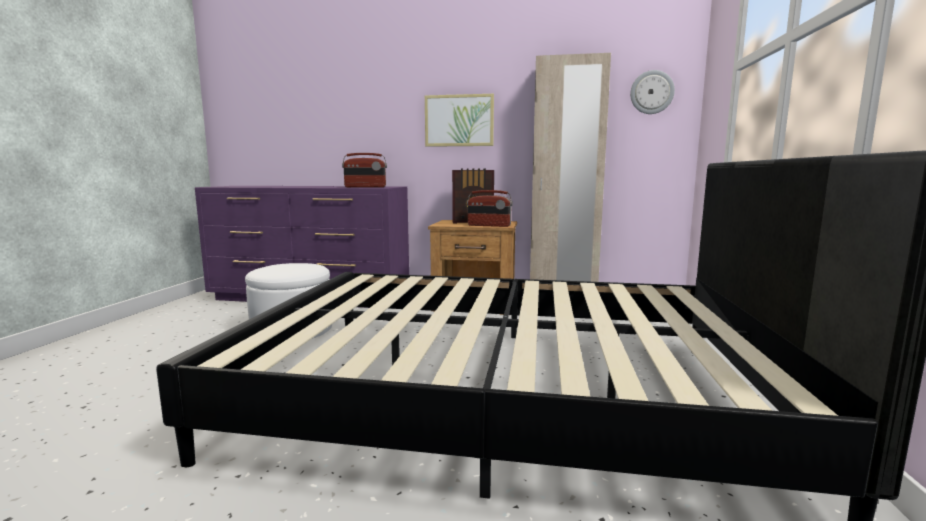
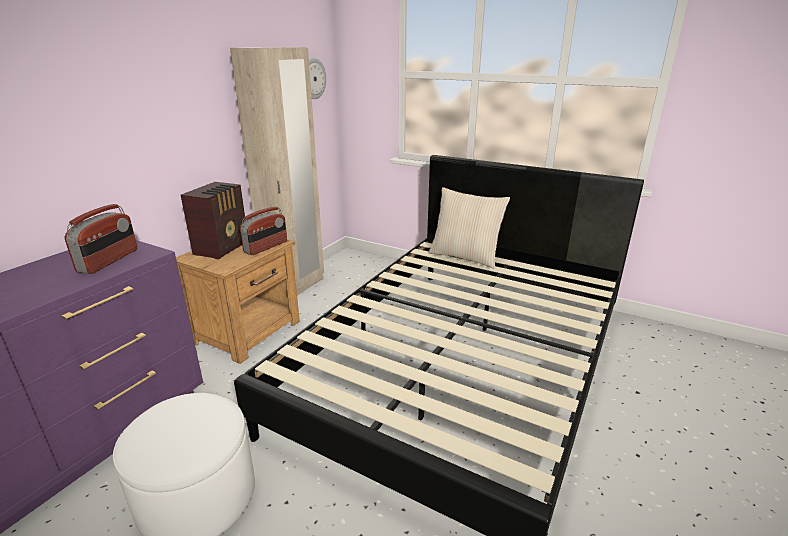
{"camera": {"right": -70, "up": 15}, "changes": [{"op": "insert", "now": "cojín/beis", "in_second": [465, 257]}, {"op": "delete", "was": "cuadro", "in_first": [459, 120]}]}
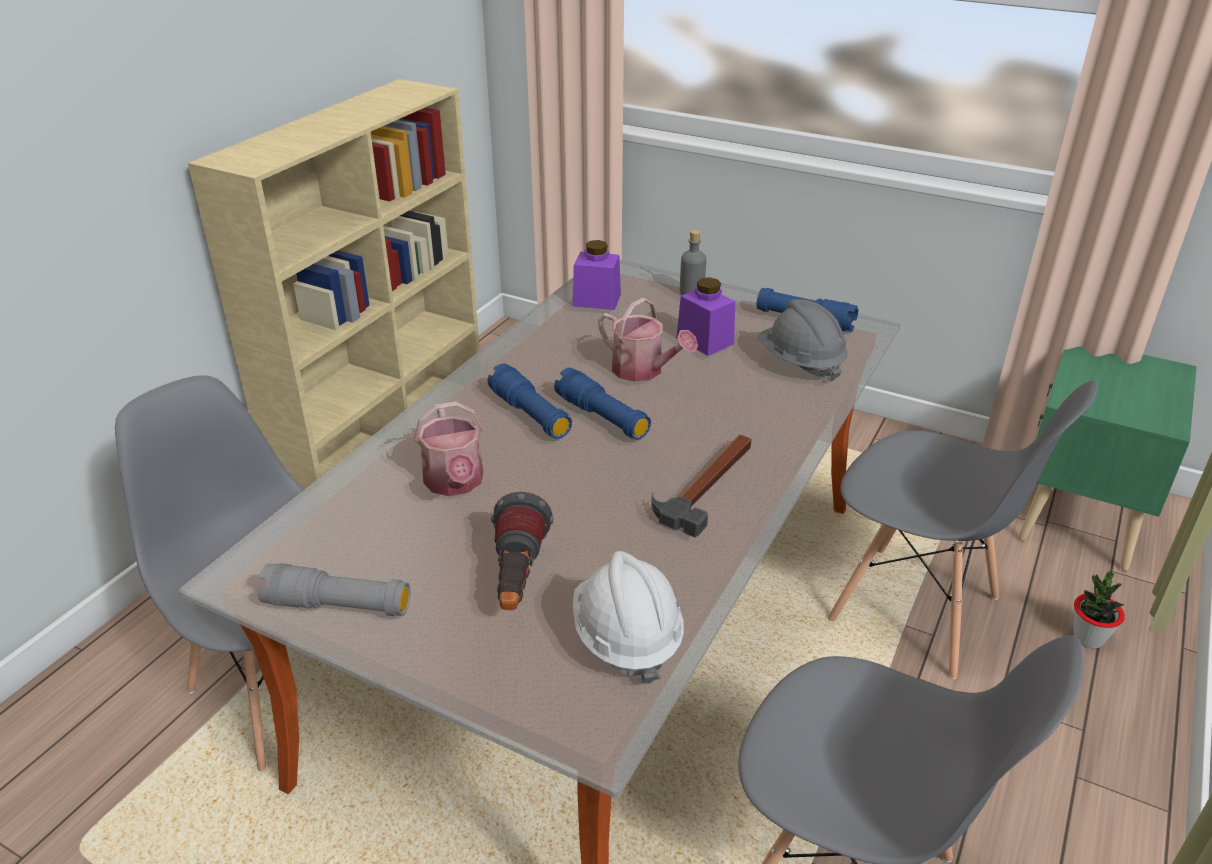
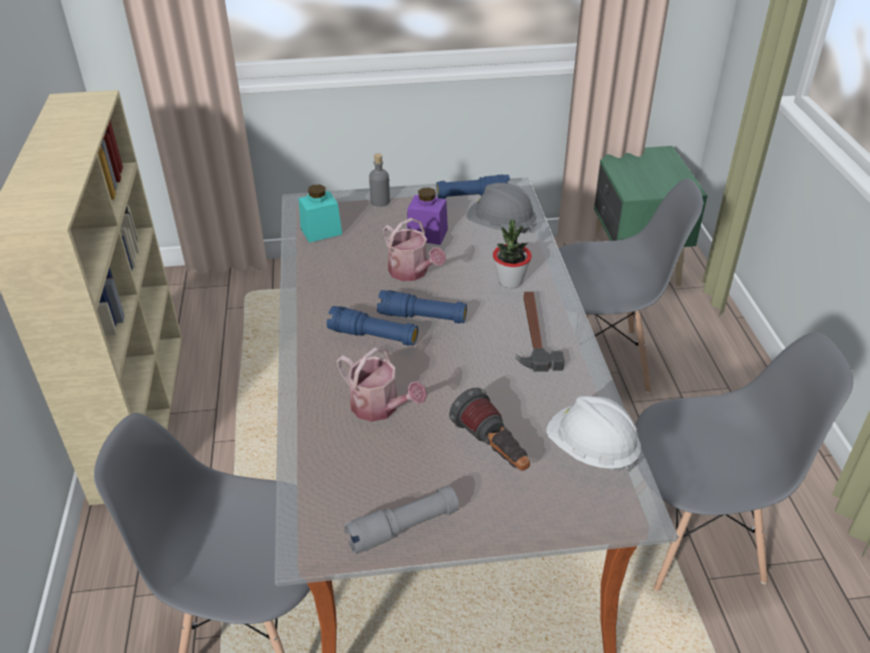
{"camera": {"right": -35, "up": 5}, "changes": [{"op": "recolor", "was": "tarro/morado", "now": "tarro/turquesa", "in_first": [596, 300], "in_second": [321, 231]}, {"op": "rotate", "was": "regadera", "in_first": [643, 371], "in_second": [412, 272], "clockwise": 45}, {"op": "move", "was": "planta en maceta", "in_first": [1087, 638], "in_second": [510, 281]}]}
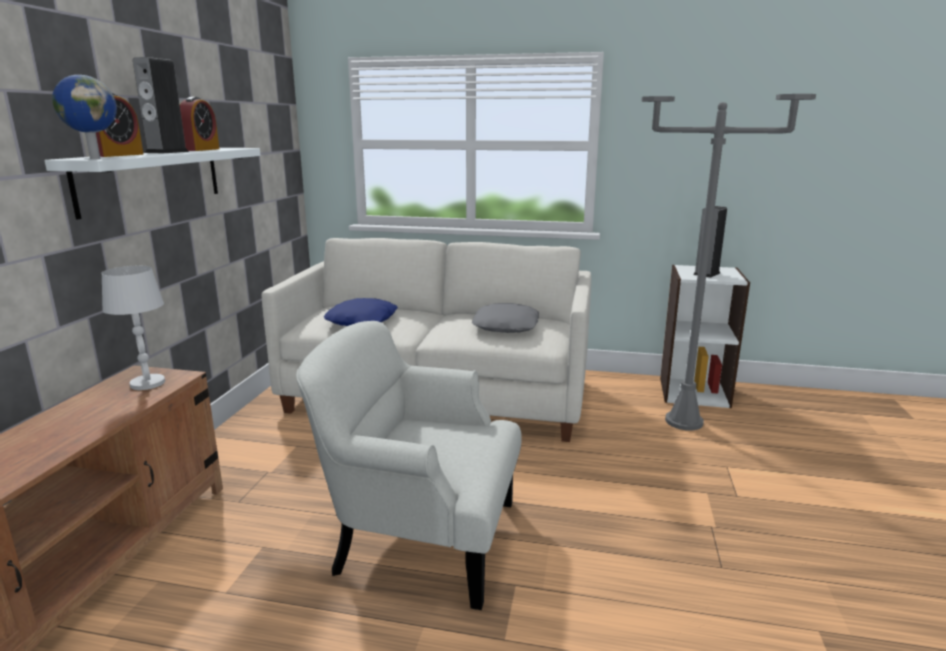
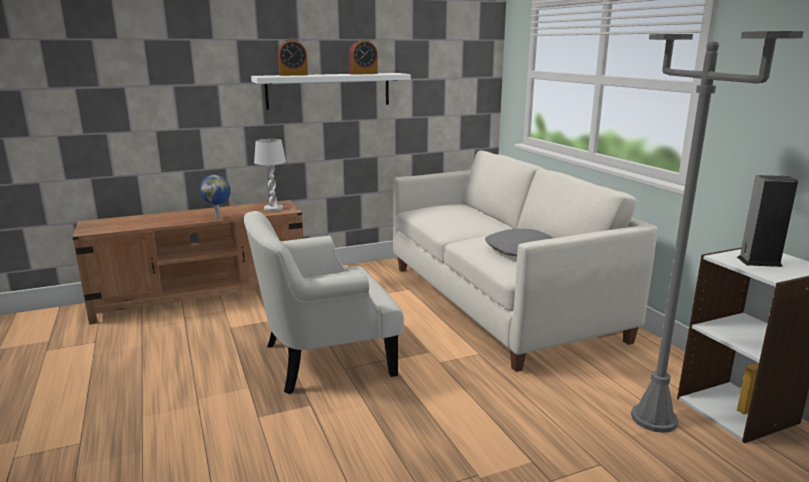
{"camera": {"right": 55, "up": 0}, "changes": [{"op": "move", "was": "globo terráqueo", "in_first": [95, 159], "in_second": [218, 217]}, {"op": "rotate", "was": "sillón/blanco", "in_first": [421, 538], "in_second": [324, 358], "clockwise": -90}, {"op": "delete", "was": "altavoz", "in_first": [167, 152]}, {"op": "delete", "was": "cojín/azul", "in_first": [362, 320]}]}
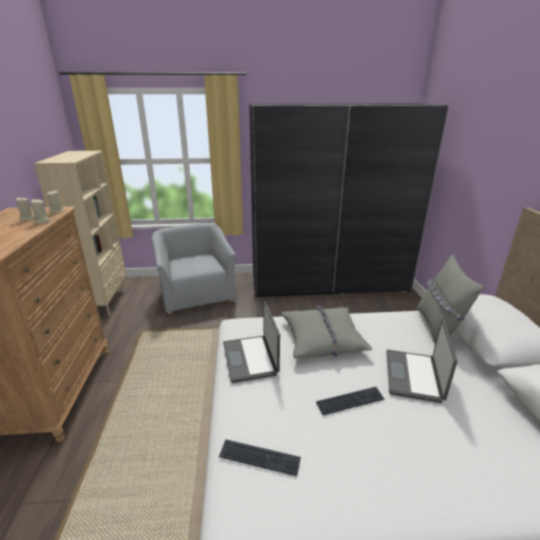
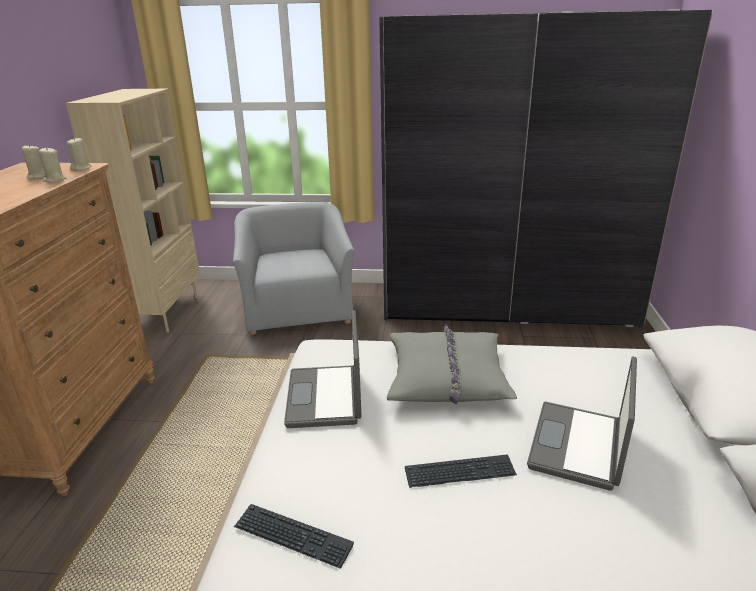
{"camera": {"right": 10, "up": 0}, "changes": [{"op": "delete", "was": "cojín/gris", "in_first": [438, 328]}]}
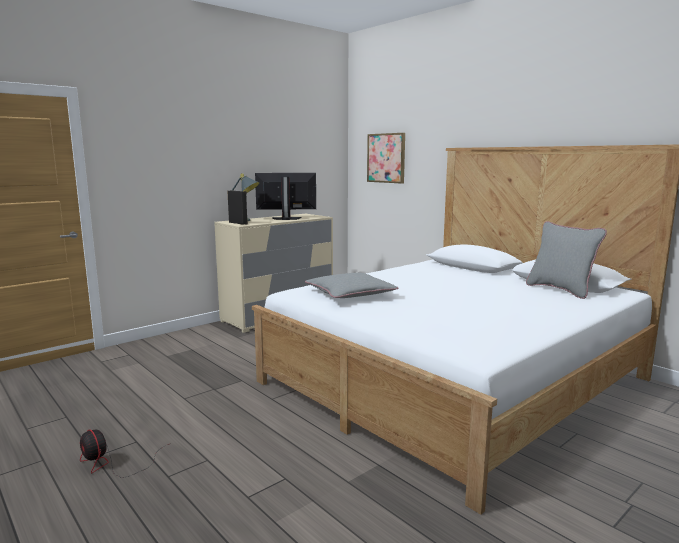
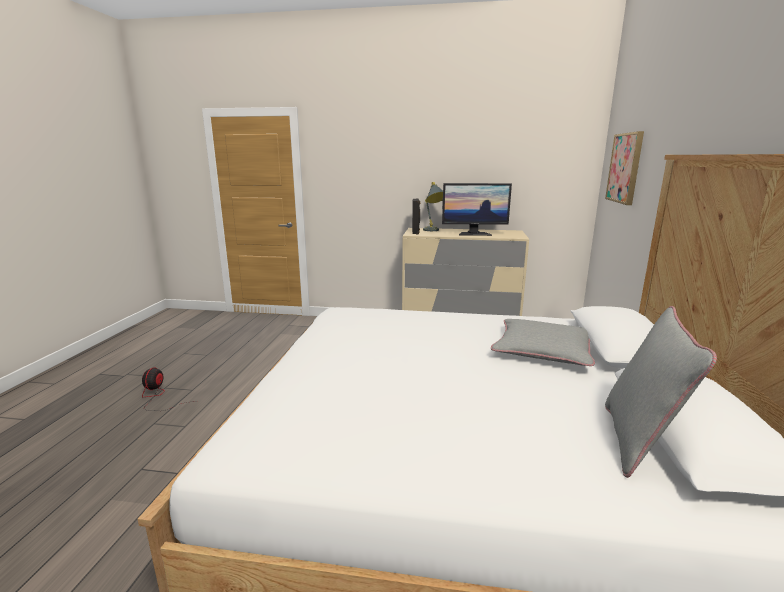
{"camera": {"right": 50, "up": 5}, "changes": [{"op": "rotate", "was": "monitor", "in_first": [286, 219], "in_second": [474, 234], "clockwise": 135}, {"op": "move", "was": "cojín/gris", "in_first": [350, 293], "in_second": [543, 350]}]}
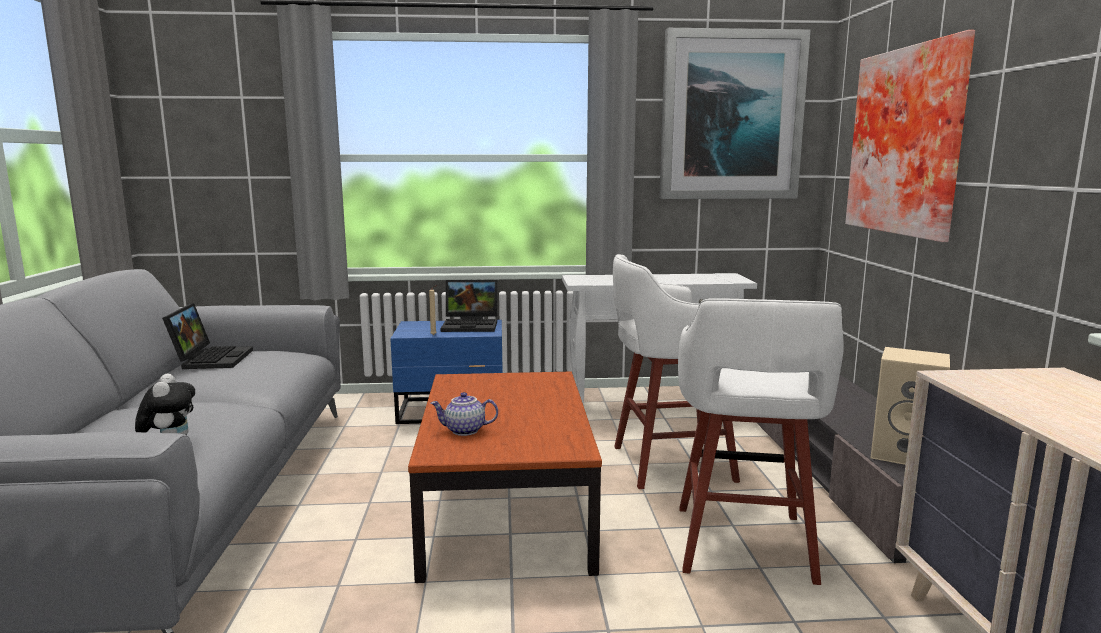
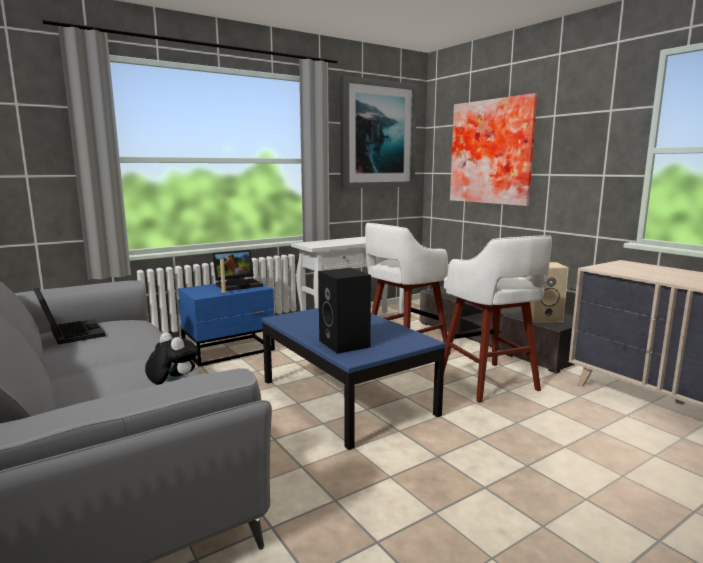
{"camera": {"right": -30, "up": 0}, "changes": [{"op": "recolor", "was": "mesa de centro/marrón", "now": "mesa de centro/azul", "in_first": [505, 509], "in_second": [346, 397]}, {"op": "replace", "was": "tetera", "now": "altavoz/negro", "in_first": [464, 431], "in_second": [345, 344]}]}
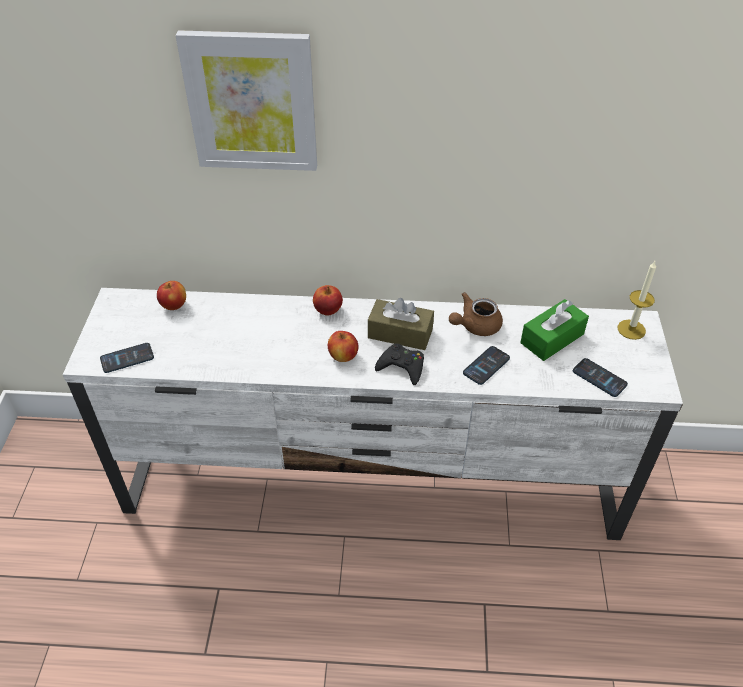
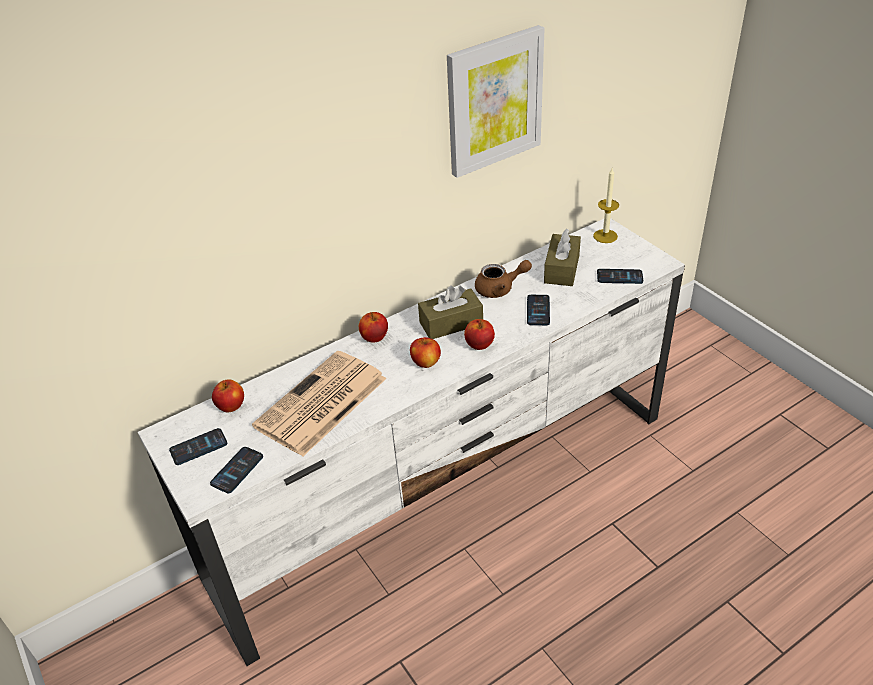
{"camera": {"right": -35, "up": -5}, "changes": [{"op": "insert", "now": "móvil", "in_second": [198, 447]}, {"op": "insert", "now": "periódico", "in_second": [320, 404]}, {"op": "move", "was": "cuadro", "in_first": [252, 102], "in_second": [494, 101]}, {"op": "replace", "was": "mando de consola/negro", "now": "manzana", "in_first": [402, 367], "in_second": [479, 345]}, {"op": "rotate", "was": "tetera/marrón", "in_first": [475, 326], "in_second": [500, 289], "clockwise": -120}, {"op": "recolor", "was": "caja de pañuelos/verde", "now": "caja de pañuelos/marrón", "in_first": [552, 338], "in_second": [561, 269]}]}
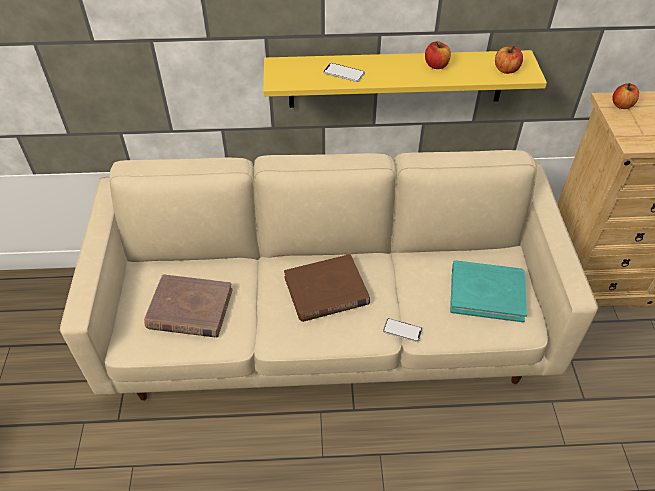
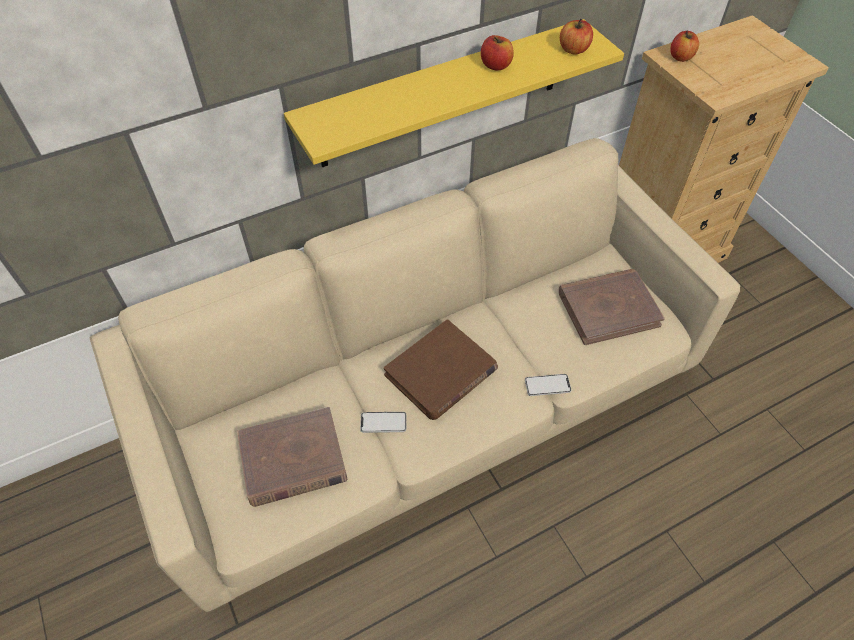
{"camera": {"right": -25, "up": 5}, "changes": [{"op": "move", "was": "móvil", "in_first": [344, 73], "in_second": [383, 422]}, {"op": "recolor", "was": "libro/turquesa", "now": "libro/marrón", "in_first": [487, 293], "in_second": [608, 308]}]}
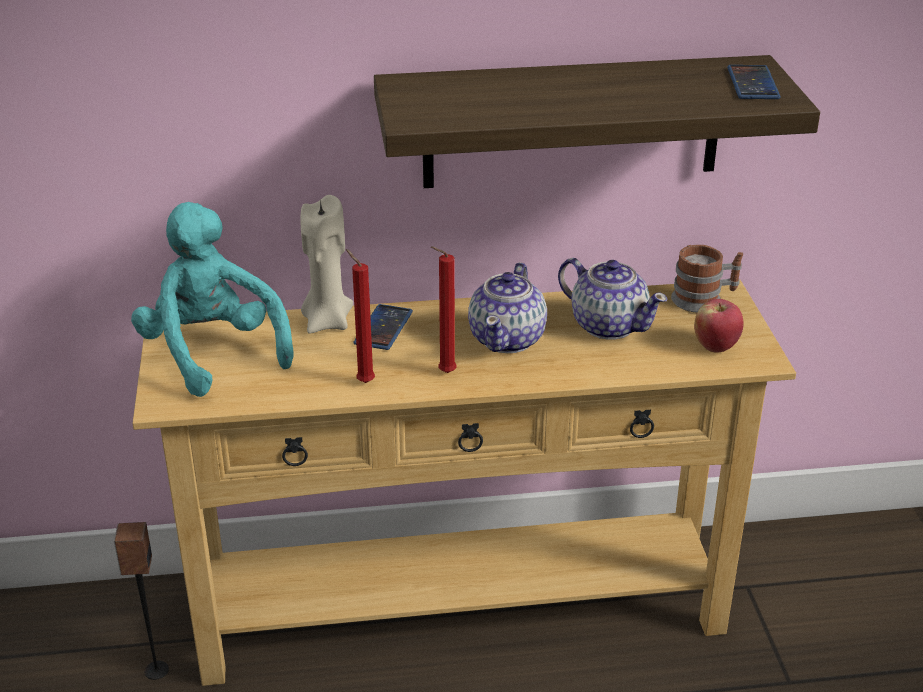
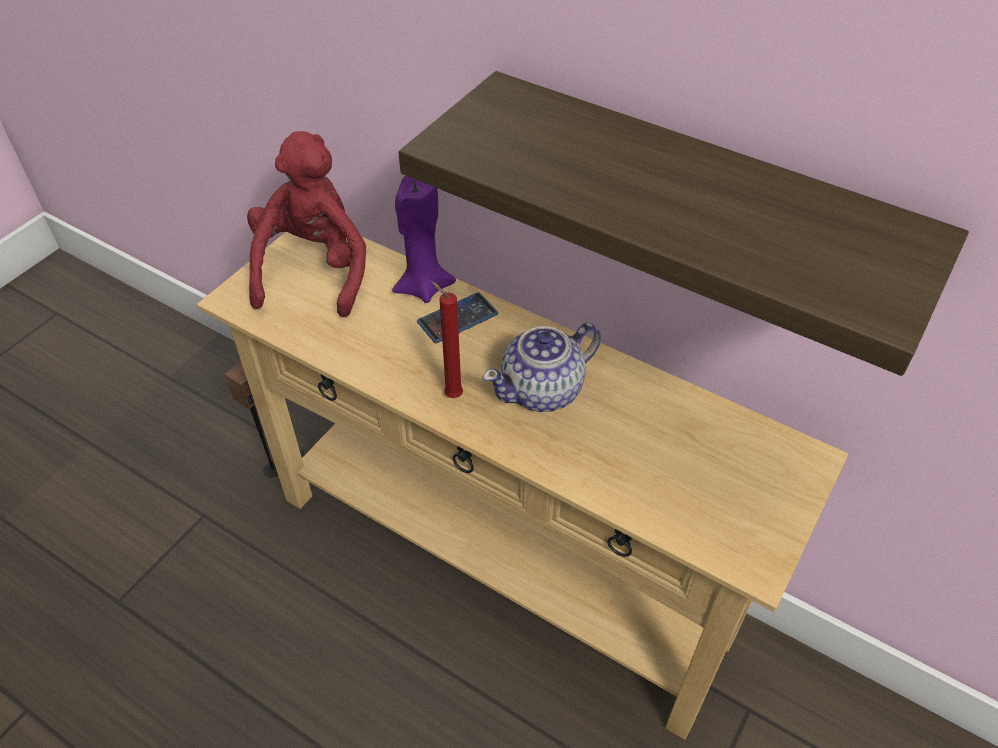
{"camera": {"right": 40, "up": 15}, "changes": [{"op": "recolor", "was": "peluche/turquesa", "now": "peluche/rojo", "in_first": [212, 352], "in_second": [314, 270]}, {"op": "recolor", "was": "vela/beis", "now": "vela/morado", "in_first": [327, 322], "in_second": [423, 287]}, {"op": "delete", "was": "vela/rojo", "in_first": [363, 381]}, {"op": "delete", "was": "tetera", "in_first": [608, 325]}, {"op": "delete", "was": "taza grande", "in_first": [704, 299]}, {"op": "delete", "was": "manzana", "in_first": [715, 346]}, {"op": "delete", "was": "móvil", "in_first": [752, 83]}]}
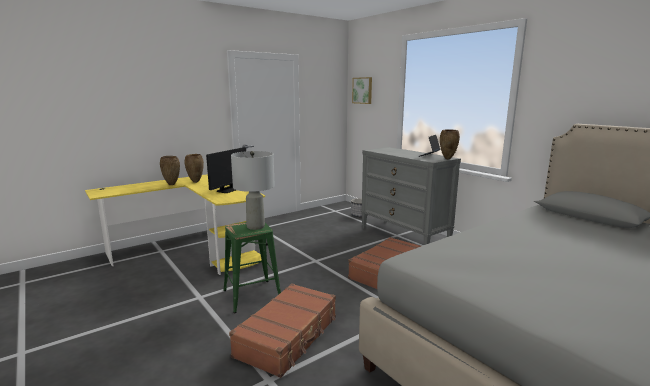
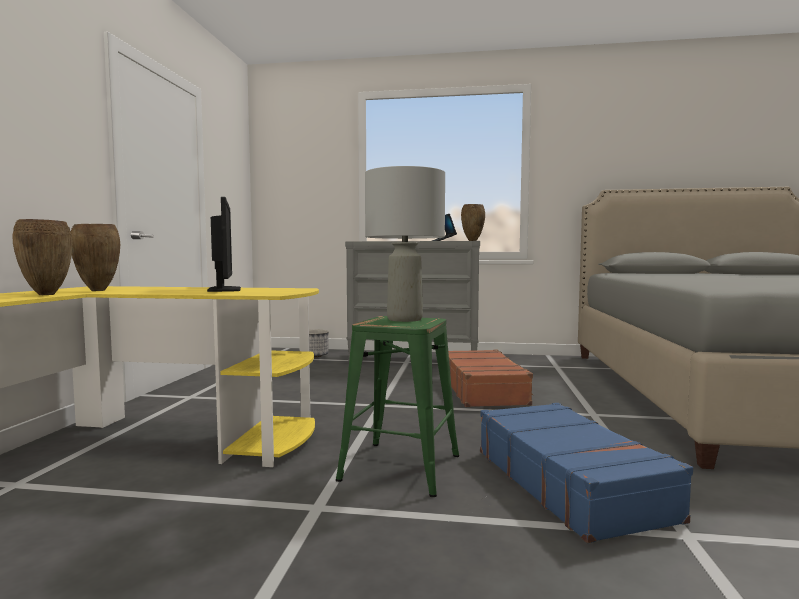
{"camera": {"right": -45, "up": -10}, "changes": [{"op": "recolor", "was": "maleta/marrón", "now": "maleta/azul", "in_first": [288, 336], "in_second": [570, 483]}, {"op": "delete", "was": "cuadro", "in_first": [362, 90]}]}
